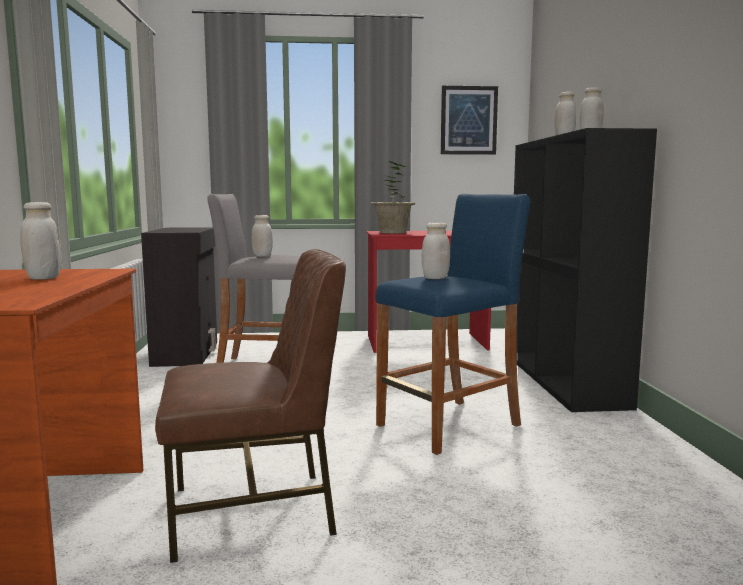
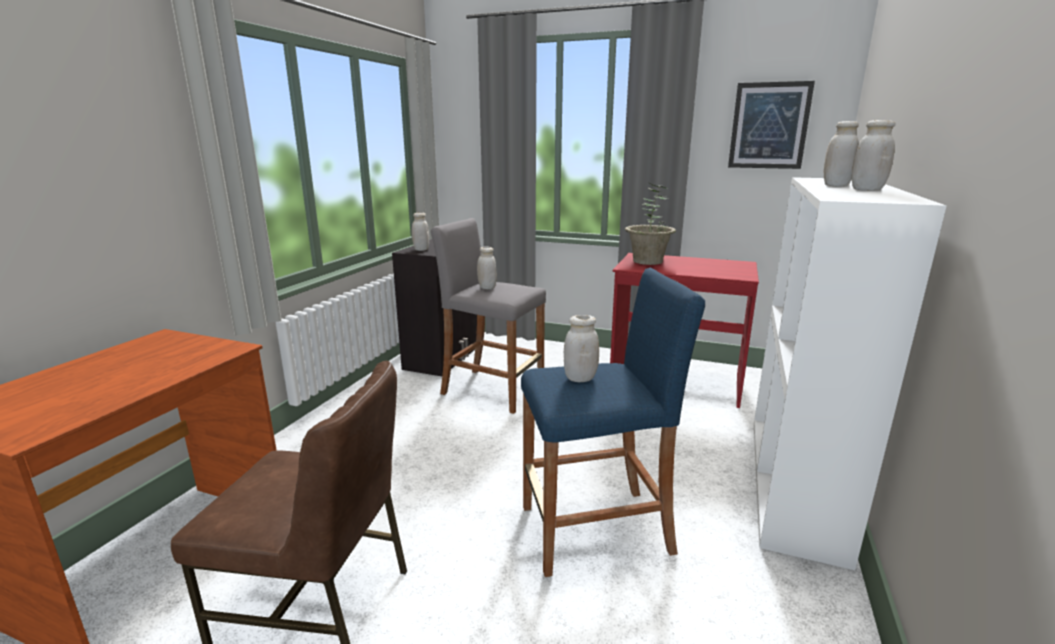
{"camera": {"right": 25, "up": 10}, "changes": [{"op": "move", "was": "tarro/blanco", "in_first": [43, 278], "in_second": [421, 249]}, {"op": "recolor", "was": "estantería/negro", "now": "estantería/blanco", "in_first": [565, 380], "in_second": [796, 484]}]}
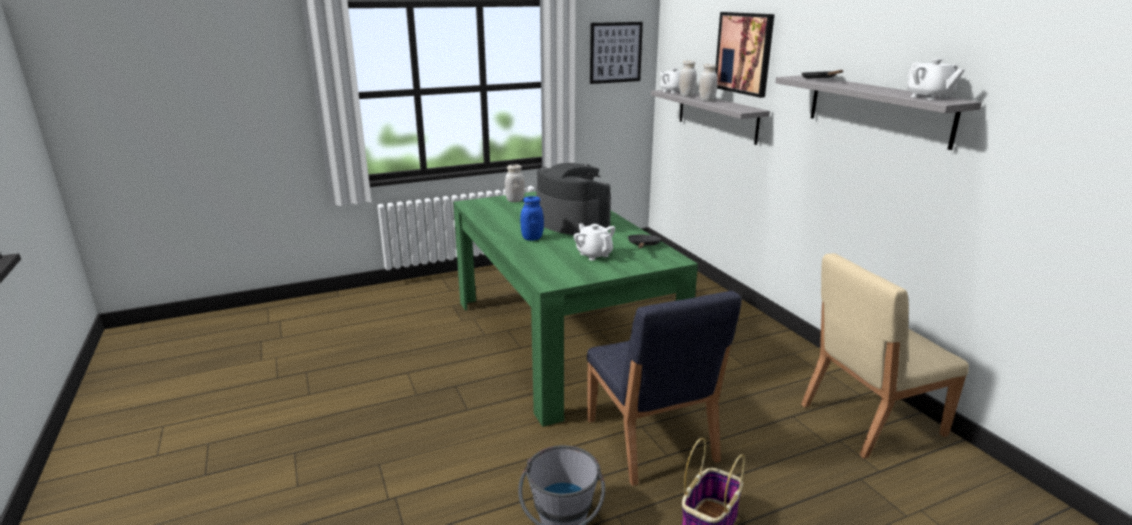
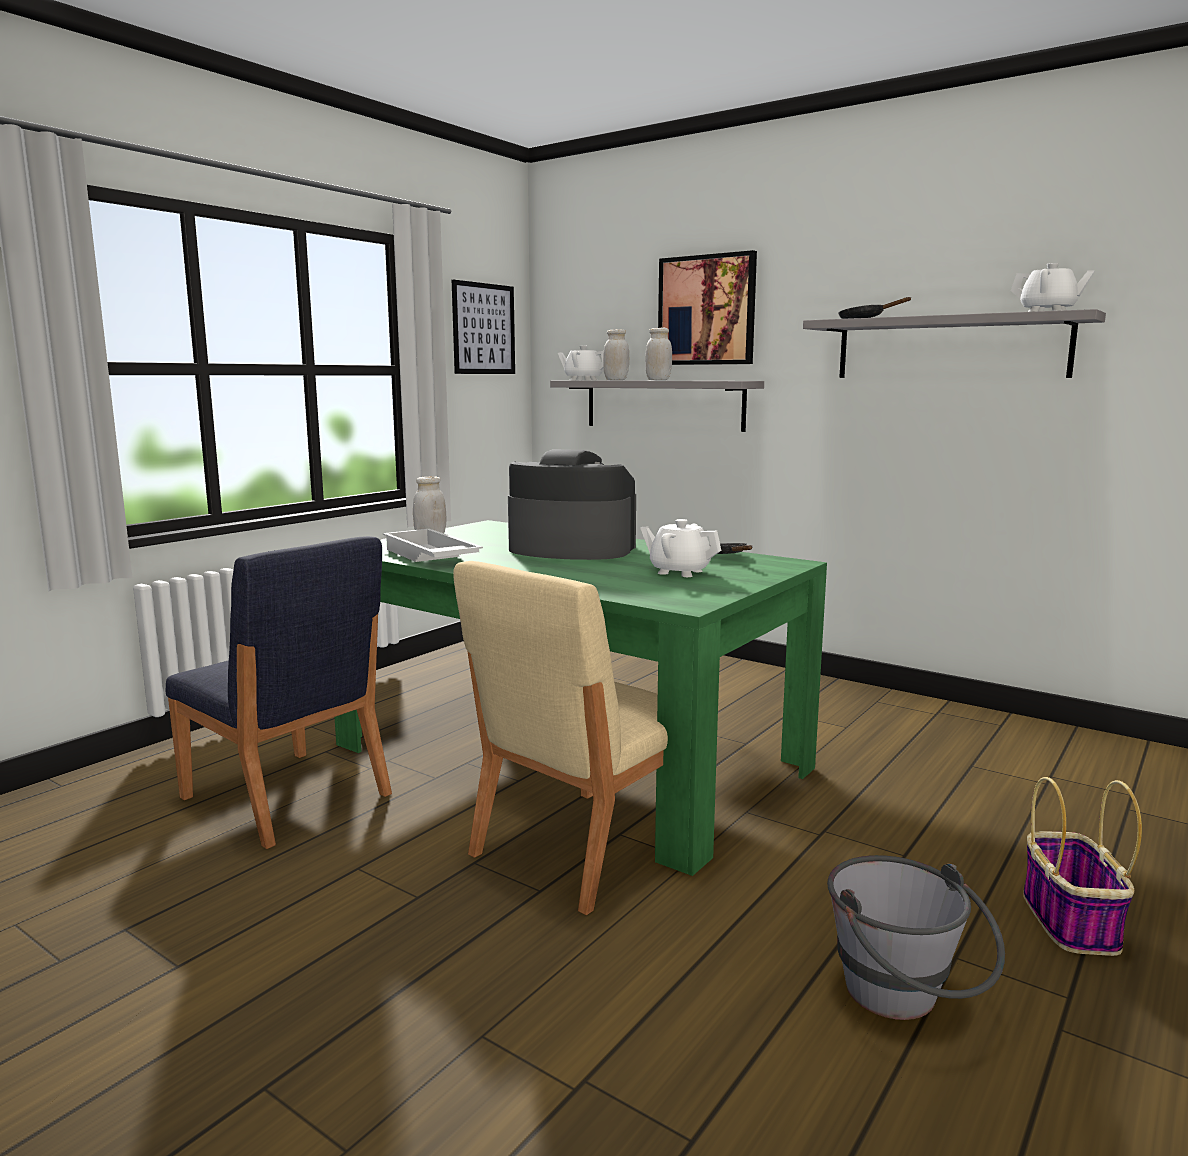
{"camera": {"right": -30, "up": -10}, "changes": [{"op": "move", "was": "silla/azul", "in_first": [651, 441], "in_second": [287, 797]}, {"op": "insert", "now": "bandeja/blanco", "in_second": [429, 556]}, {"op": "move", "was": "silla/beis", "in_first": [869, 419], "in_second": [582, 847]}, {"op": "delete", "was": "tarro/azul", "in_first": [532, 238]}]}
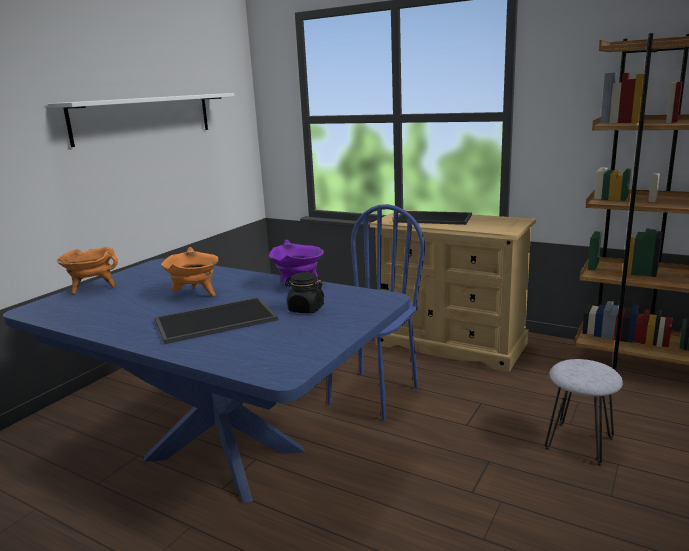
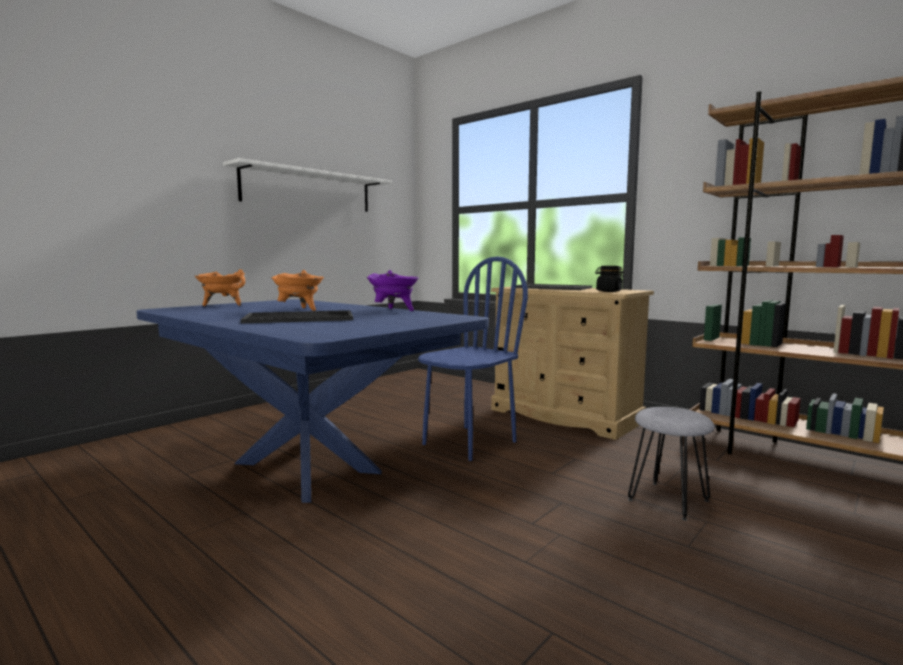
{"camera": {"right": 10, "up": -10}, "changes": [{"op": "move", "was": "tarro/negro", "in_first": [305, 309], "in_second": [608, 291]}]}
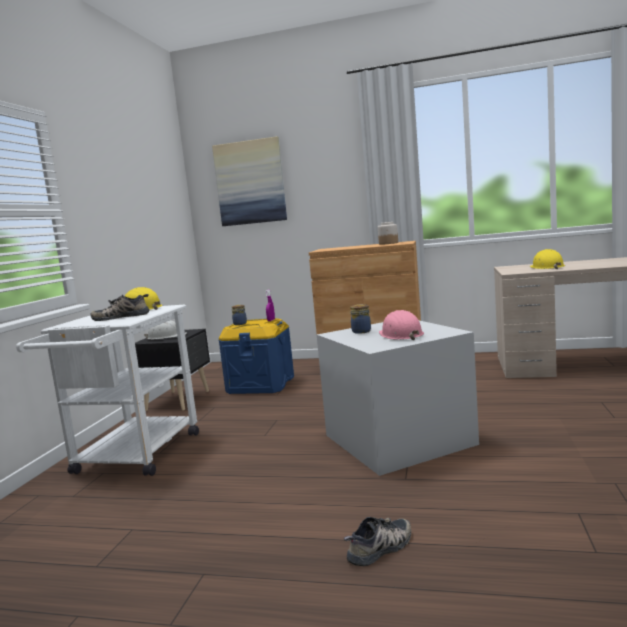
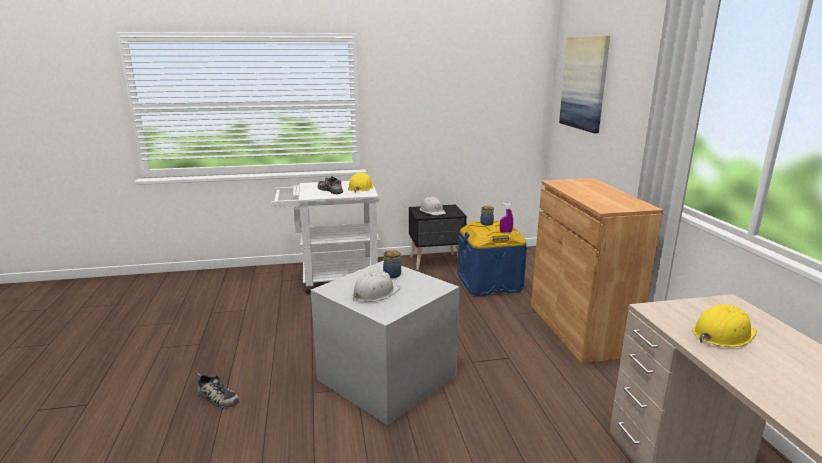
{"camera": {"right": 65, "up": 10}, "changes": [{"op": "recolor", "was": "casco/rosa", "now": "casco/blanco", "in_first": [400, 335], "in_second": [375, 293]}, {"op": "delete", "was": "tarro", "in_first": [388, 243]}]}
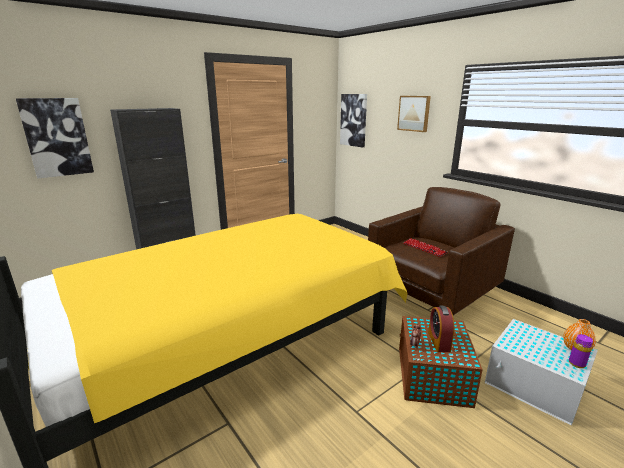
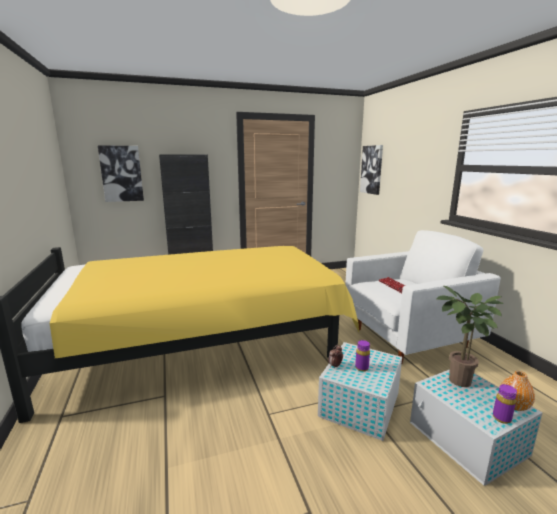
{"camera": {"right": 20, "up": -5}, "changes": [{"op": "recolor", "was": "caja de almacenaje/marrón", "now": "caja de almacenaje/blanco", "in_first": [432, 377], "in_second": [359, 405]}, {"op": "recolor", "was": "sillón/marrón", "now": "sillón/blanco", "in_first": [431, 295], "in_second": [408, 338]}, {"op": "replace", "was": "despertador", "now": "botella/morado", "in_first": [439, 341], "in_second": [361, 368]}, {"op": "insert", "now": "planta en maceta", "in_second": [458, 382]}, {"op": "delete", "was": "cuadro", "in_first": [414, 113]}]}
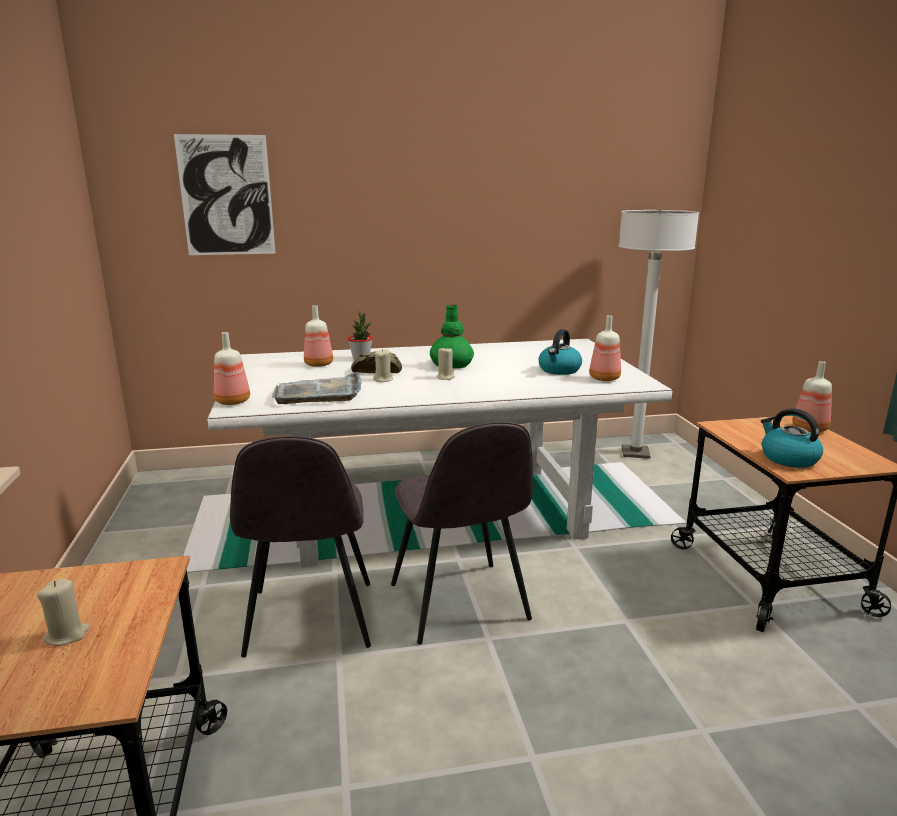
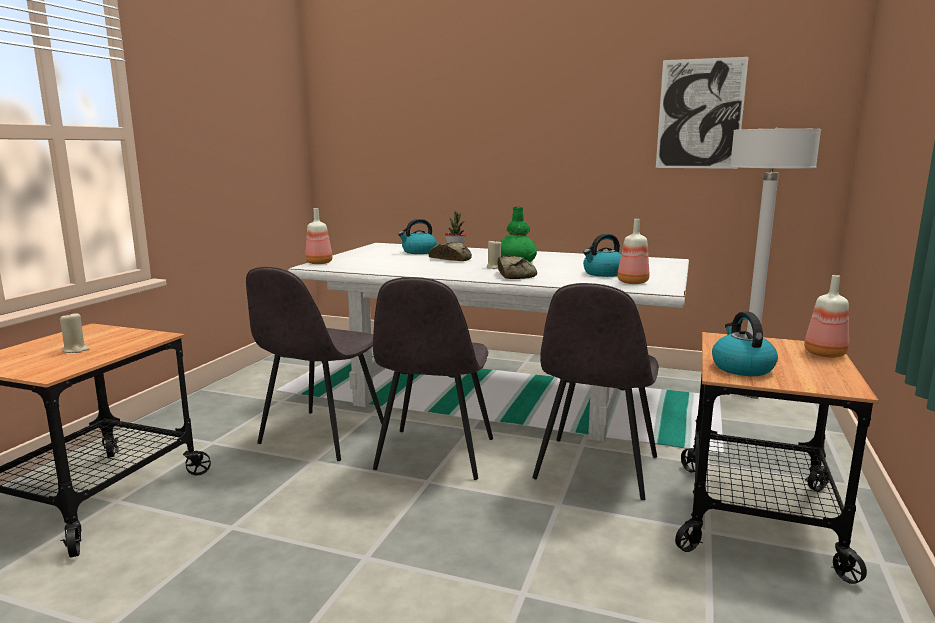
{"camera": {"right": 30, "up": -5}, "changes": [{"op": "replace", "was": "botella", "now": "hervidor", "in_first": [319, 364], "in_second": [418, 252]}, {"op": "insert", "now": "pan", "in_second": [515, 275]}, {"op": "insert", "now": "silla/gris", "in_second": [595, 469]}, {"op": "move", "was": "cuadro", "in_first": [226, 196], "in_second": [700, 114]}, {"op": "delete", "was": "bandeja/gris", "in_first": [319, 393]}, {"op": "delete", "was": "vela/beis", "in_first": [383, 379]}]}
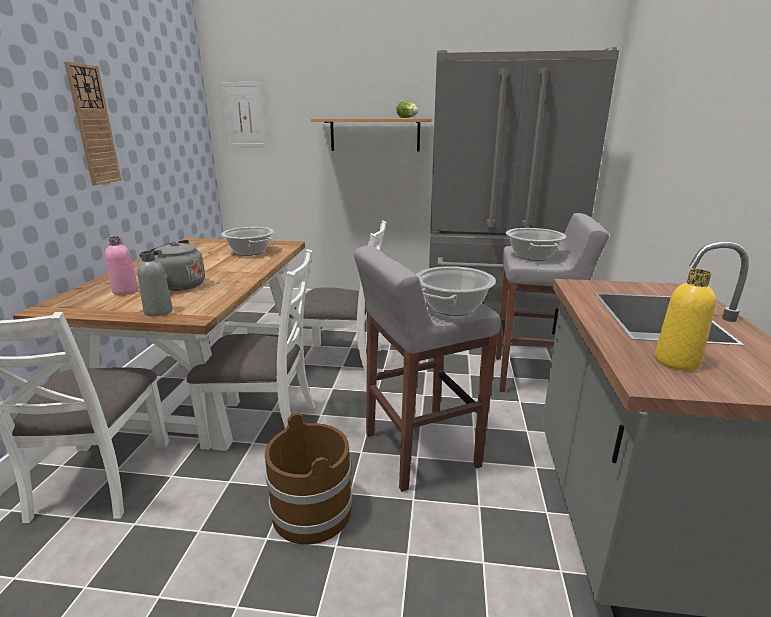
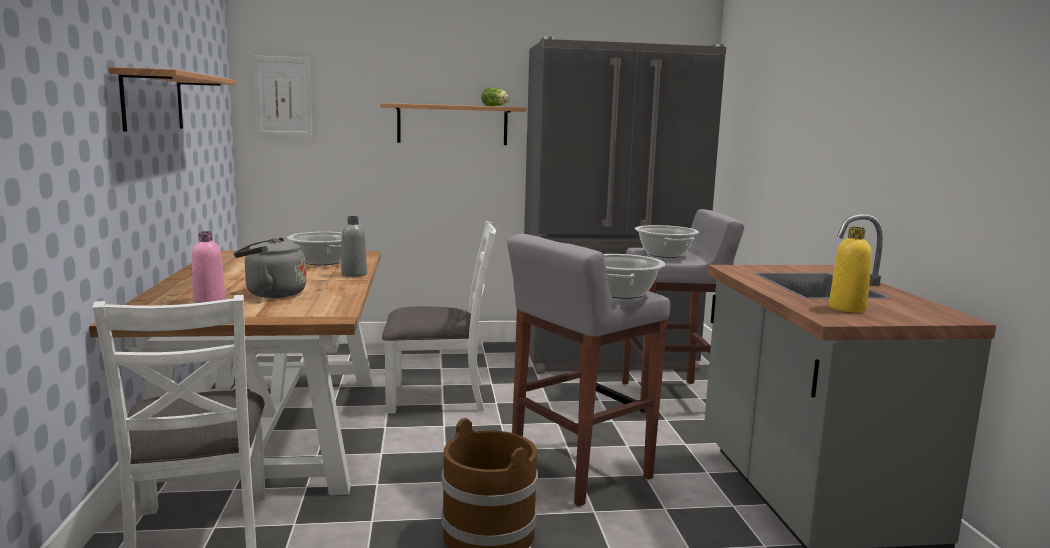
{"camera": {"right": -15, "up": -10}, "changes": [{"op": "replace", "was": "reloj de pared", "now": "estante", "in_first": [93, 126], "in_second": [153, 101]}, {"op": "move", "was": "botella/gris", "in_first": [158, 312], "in_second": [354, 274]}, {"op": "delete", "was": "silla/blanco", "in_first": [263, 425]}]}
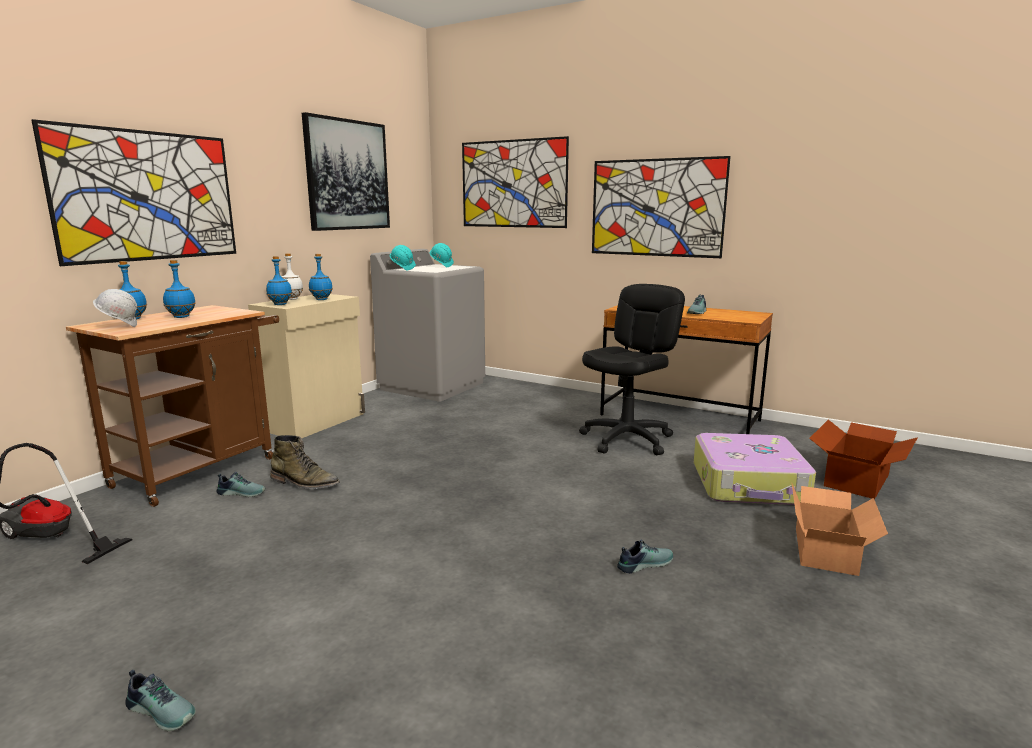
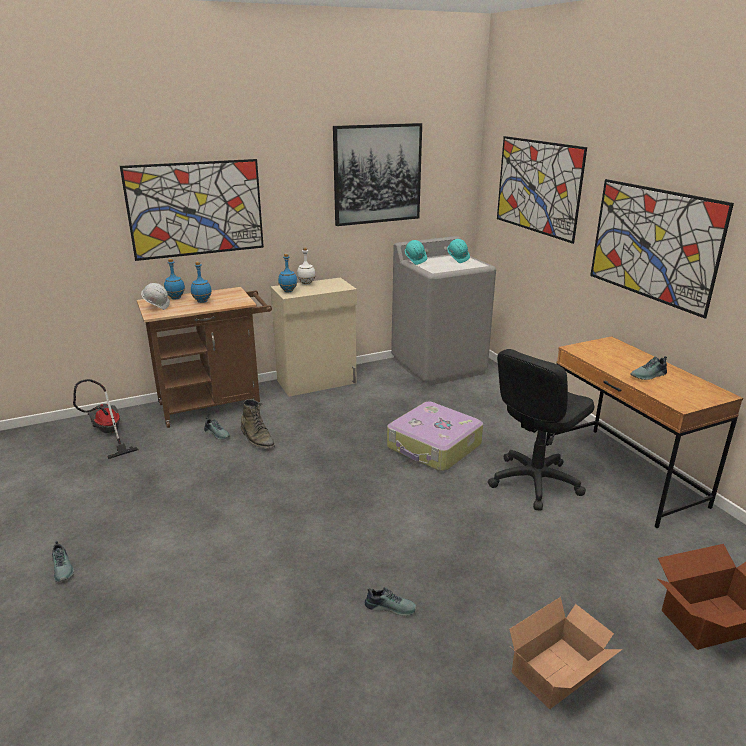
{"camera": {"right": 35, "up": 10}, "changes": [{"op": "move", "was": "maleta", "in_first": [749, 484], "in_second": [434, 447]}, {"op": "rotate", "was": "silla de oficina/negro", "in_first": [627, 439], "in_second": [534, 482], "clockwise": 150}, {"op": "delete", "was": "botella/azul", "in_first": [322, 299]}]}
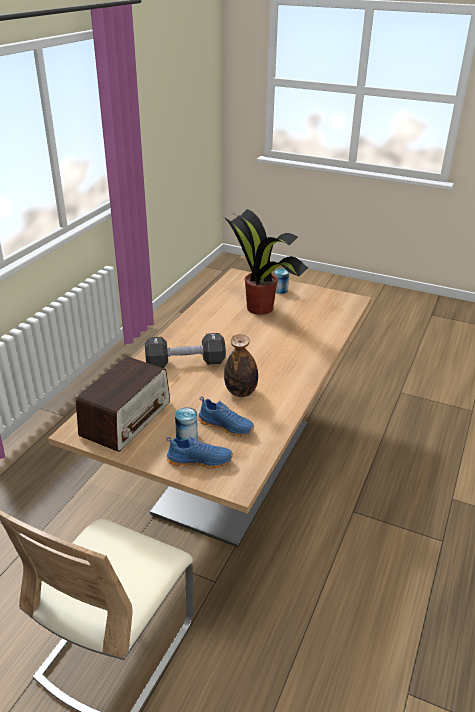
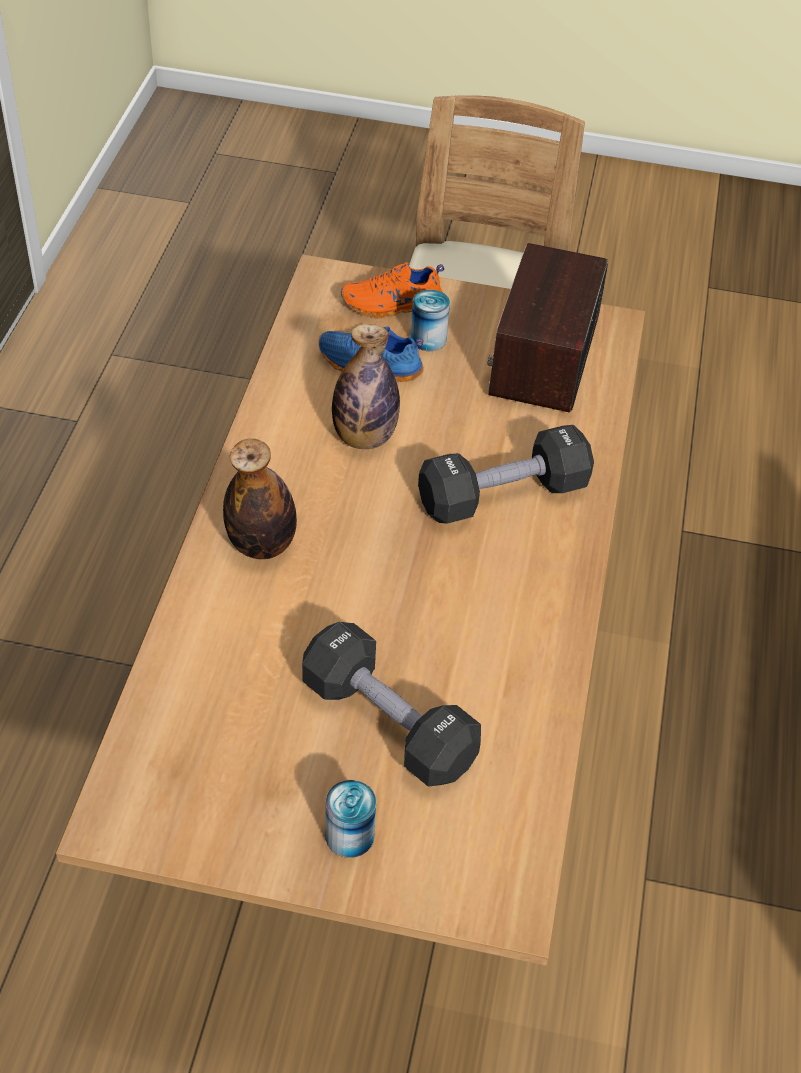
{"camera": {"right": 165, "up": 15}, "changes": [{"op": "insert", "now": "botella", "in_second": [262, 545]}, {"op": "replace", "was": "planta en maceta", "now": "mancuerna/negro", "in_first": [260, 309], "in_second": [388, 723]}, {"op": "recolor", "was": "zapato/azul", "now": "zapato/naranja", "in_first": [199, 460], "in_second": [392, 305]}]}
